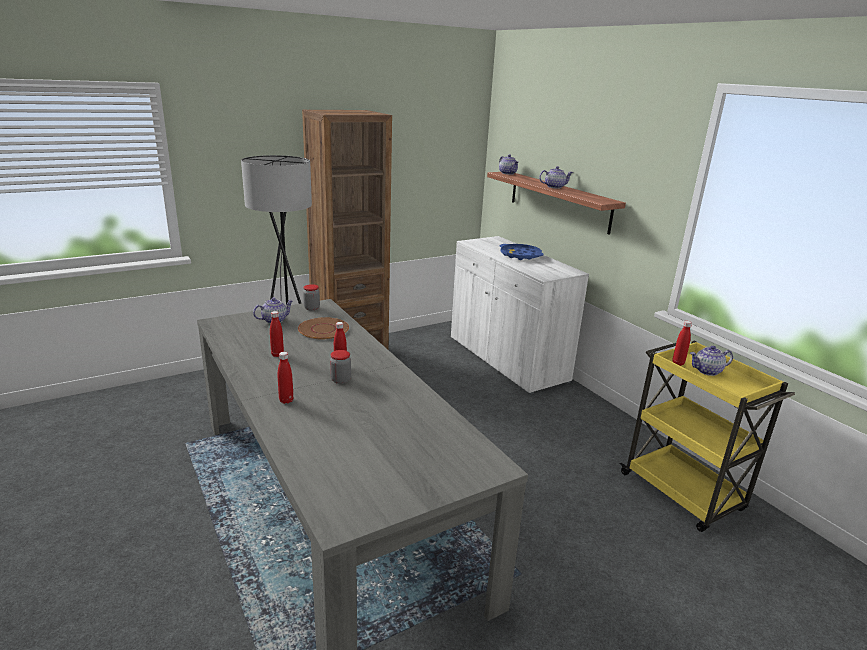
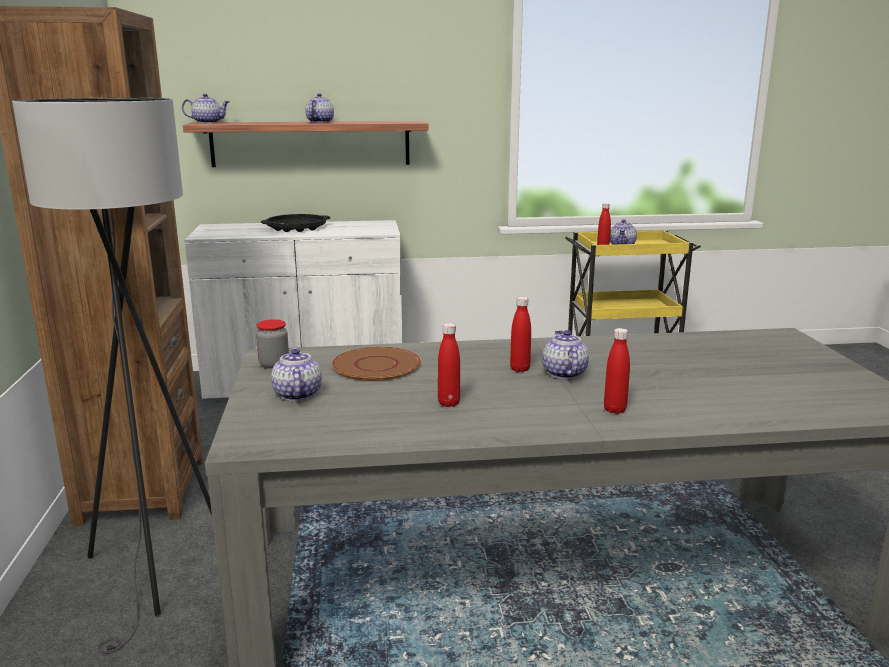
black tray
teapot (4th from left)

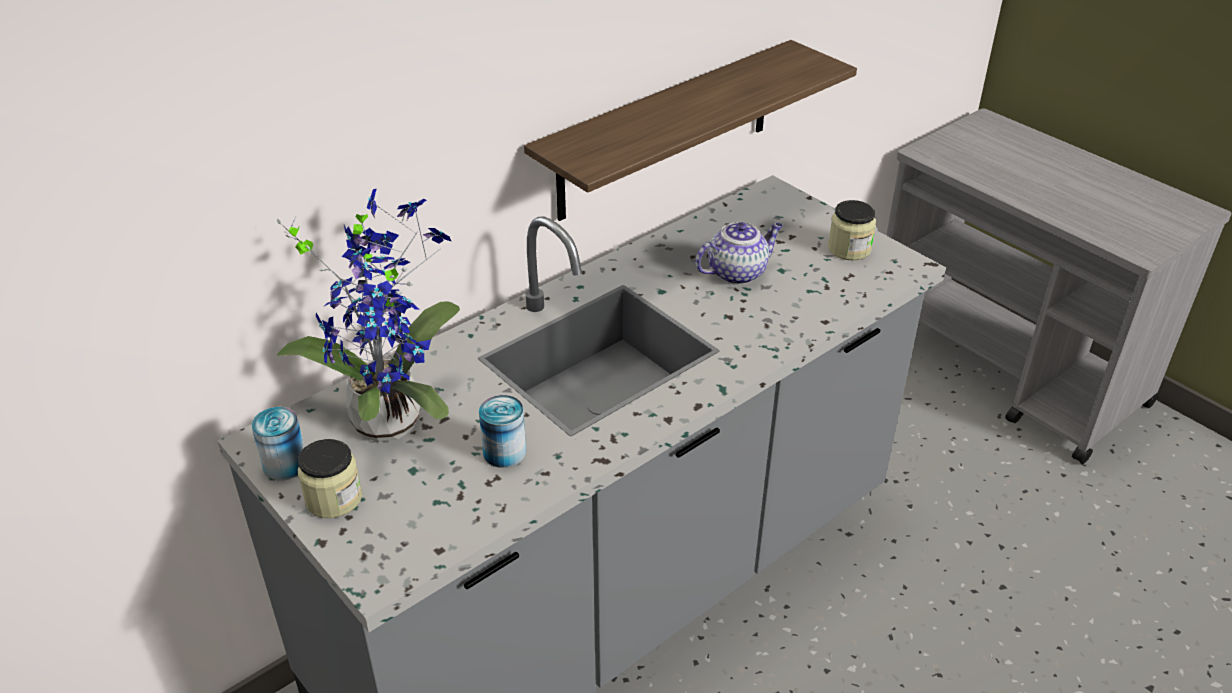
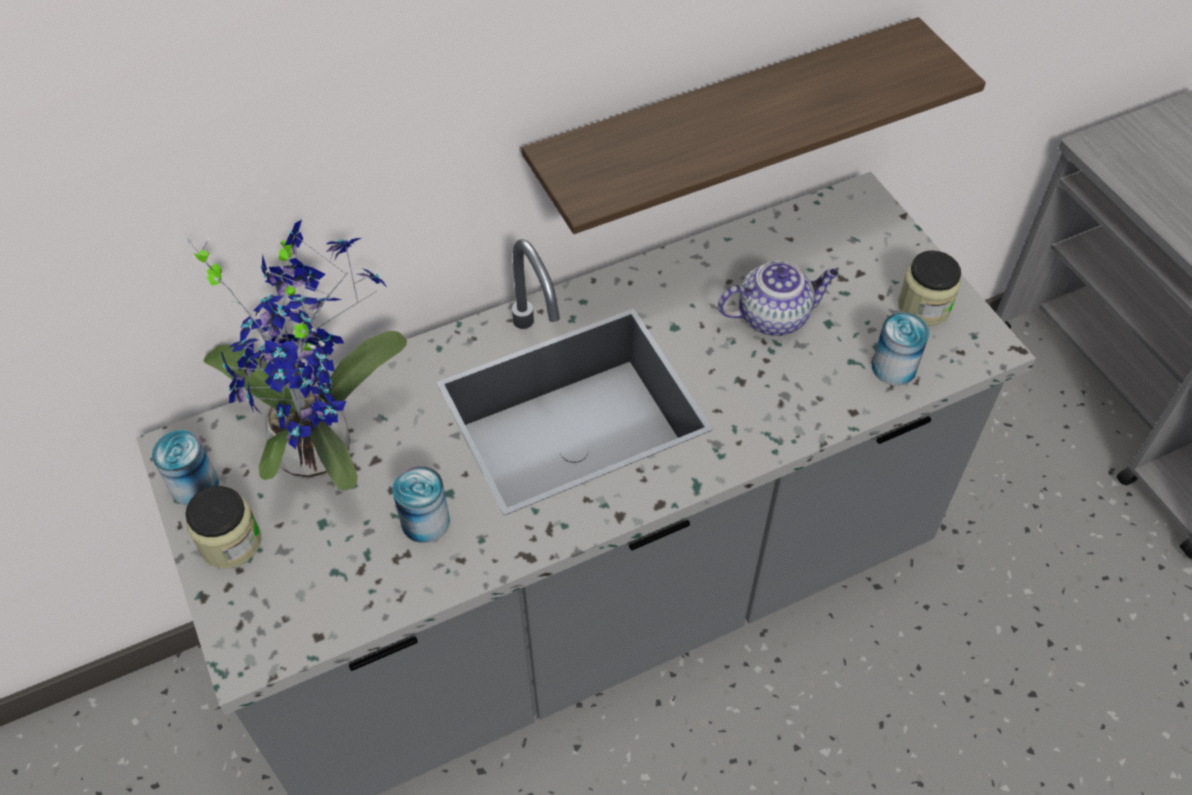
can (3rd from left)

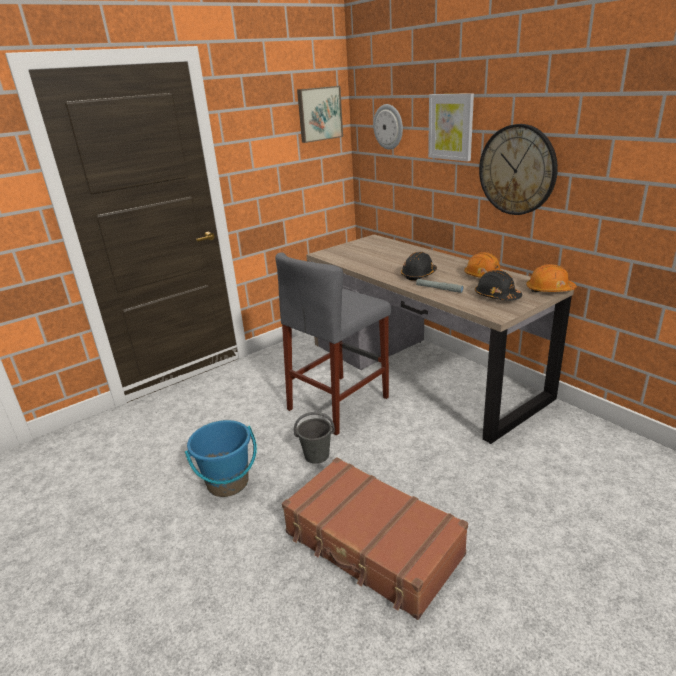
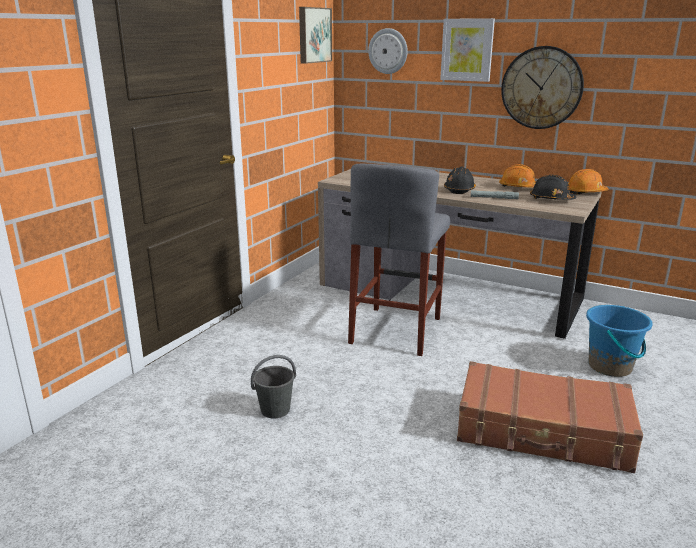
grey bucket
blue bucket

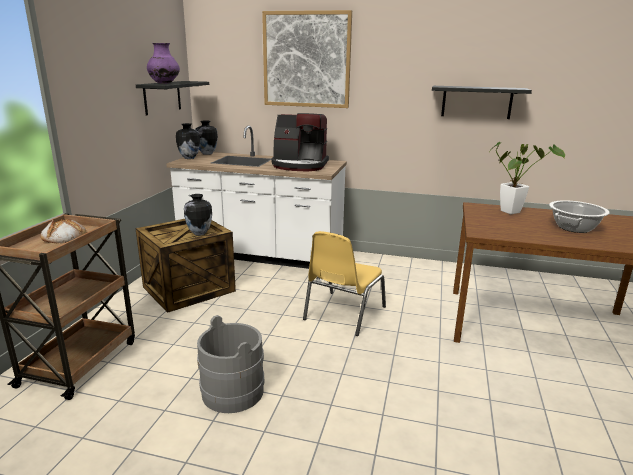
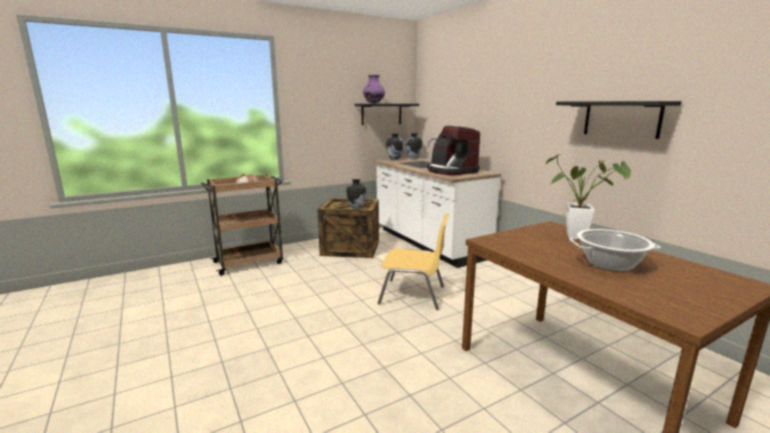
picture
yellow chair
grey bucket

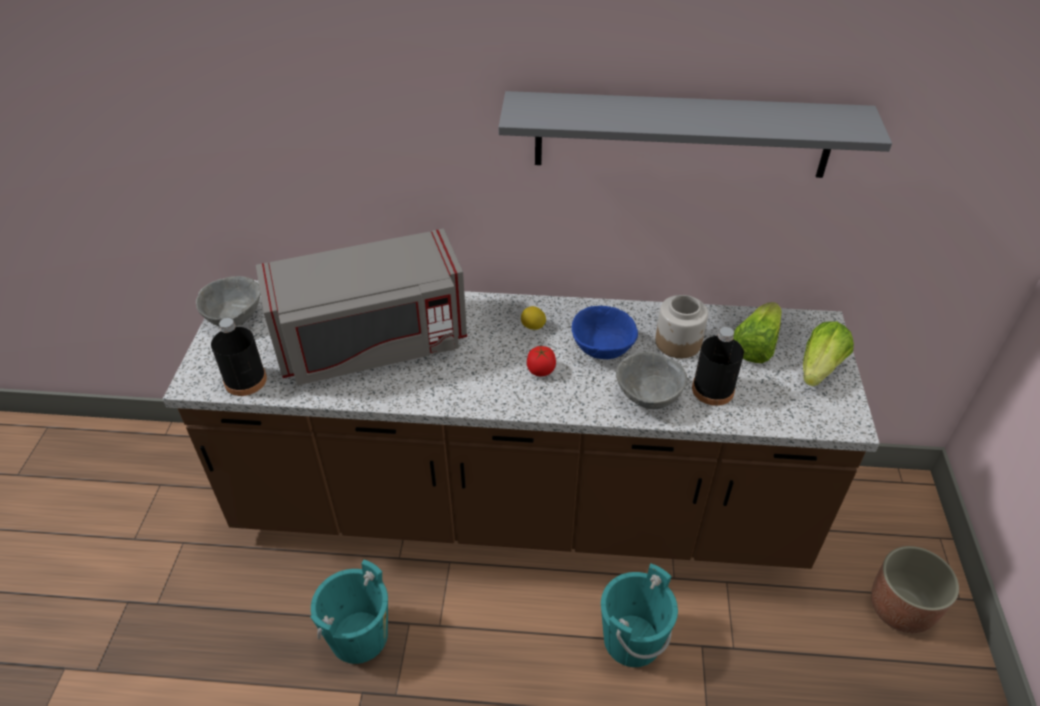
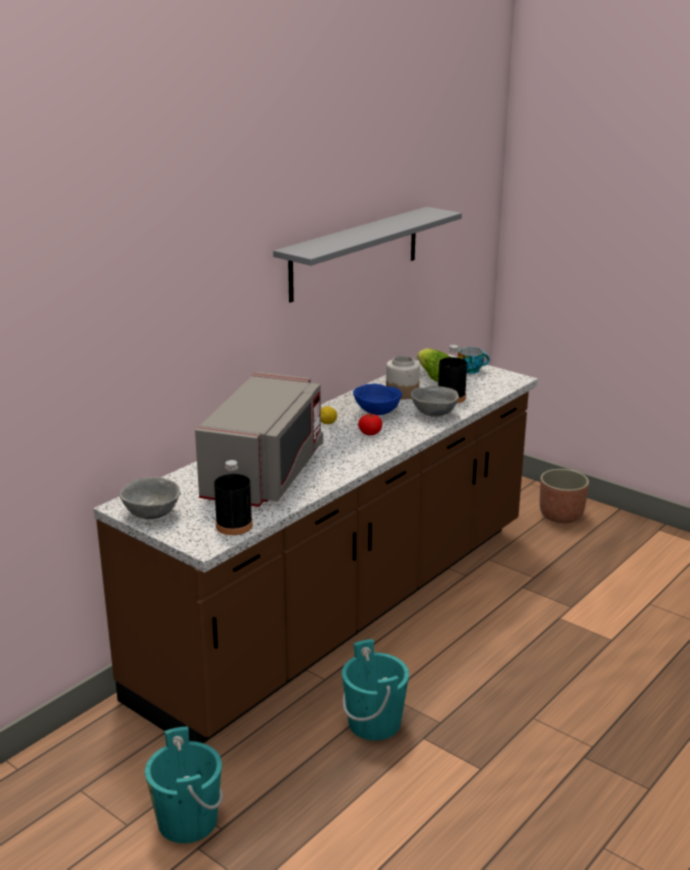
cup
turquoise bucket (1st from left)

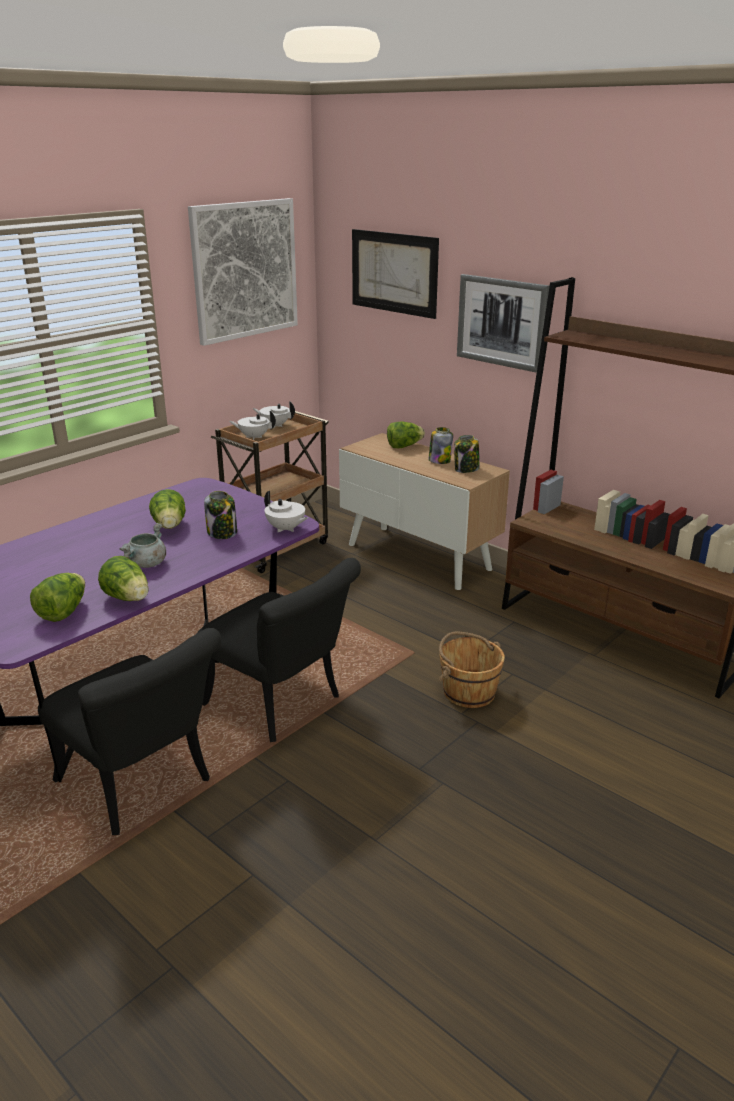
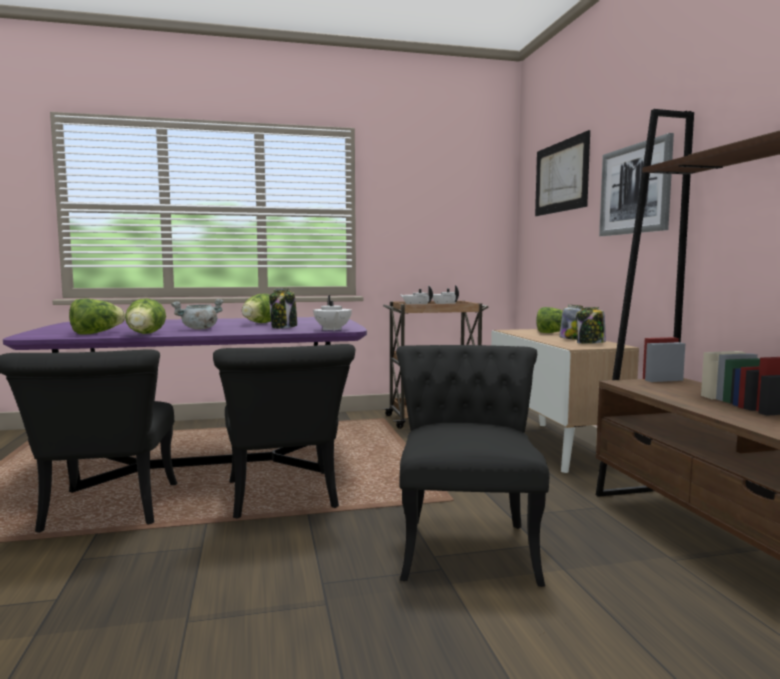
picture (1st from left in the first image)
black chair (3rd from left)

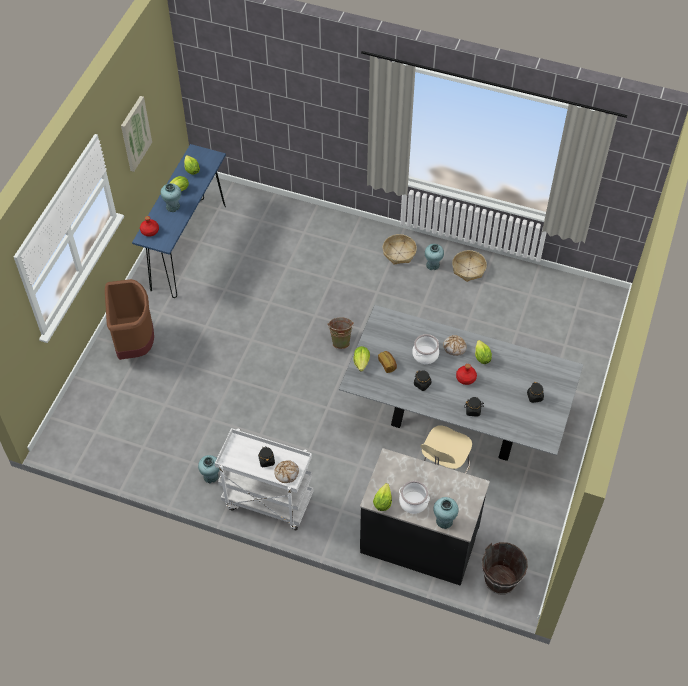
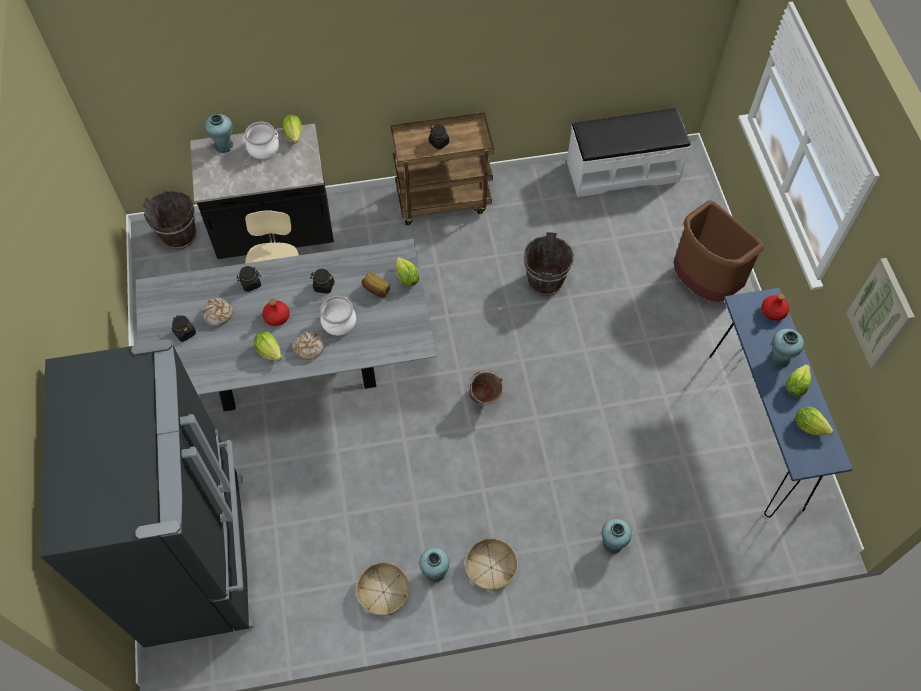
brown cart
turquoise vase (3rd from left)
bread (1st from left)
white bench
brown bucket (2nd from left)
black fridge

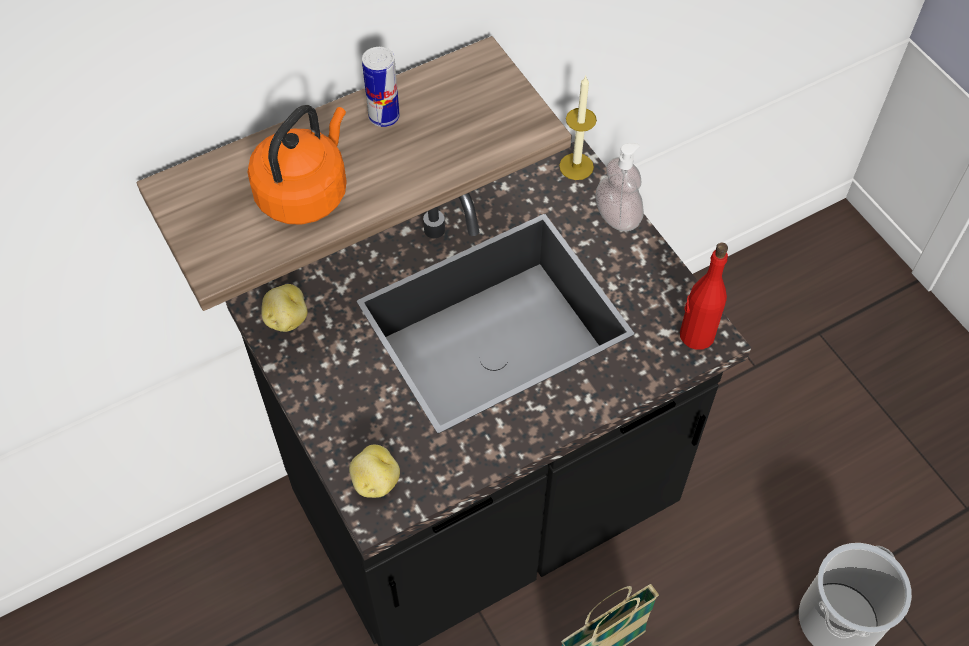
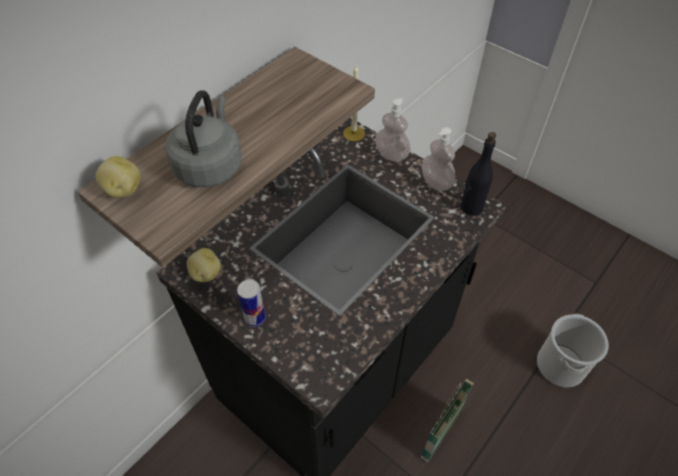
can
grey kettle
black bottle
potato (1st from left)
soap dispenser (2nd from left)

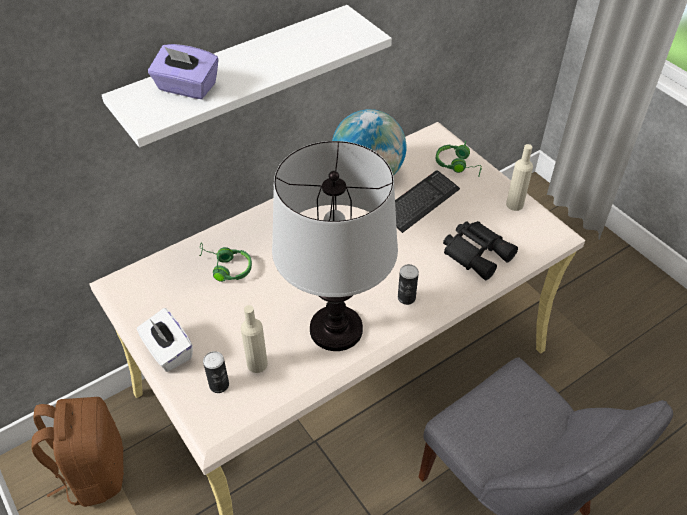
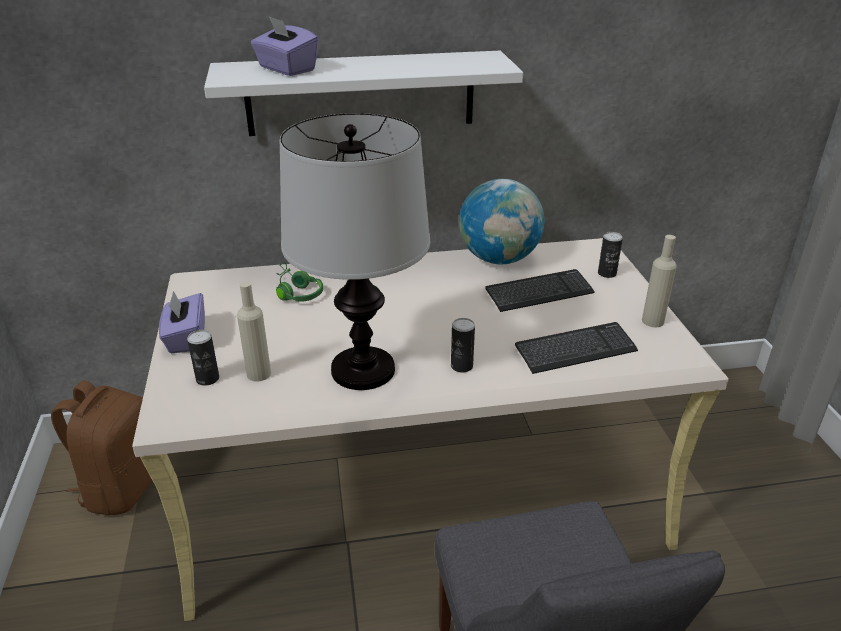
can (3rd from left)
keyboard (2nd from left)
purple tissue box (1st from left)

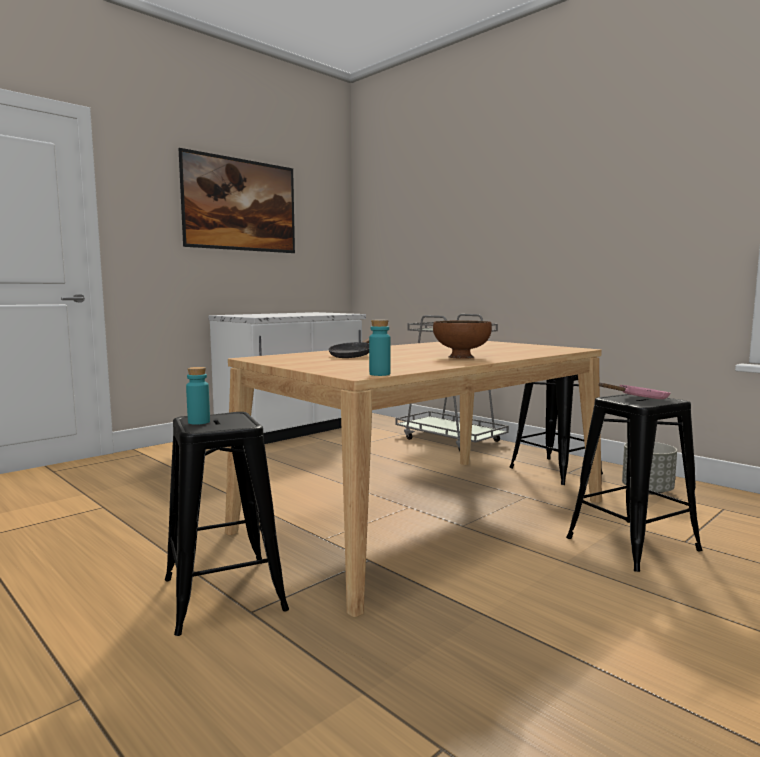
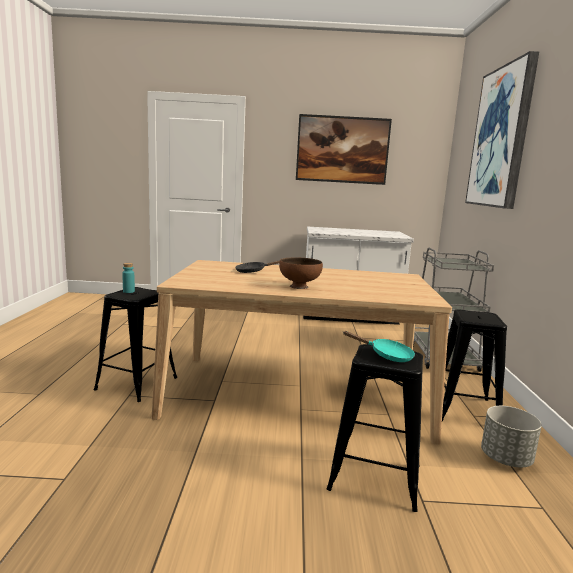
turquoise bottle (2nd from left in the first image)
turquoise frying pan
picture (2nd from left)

